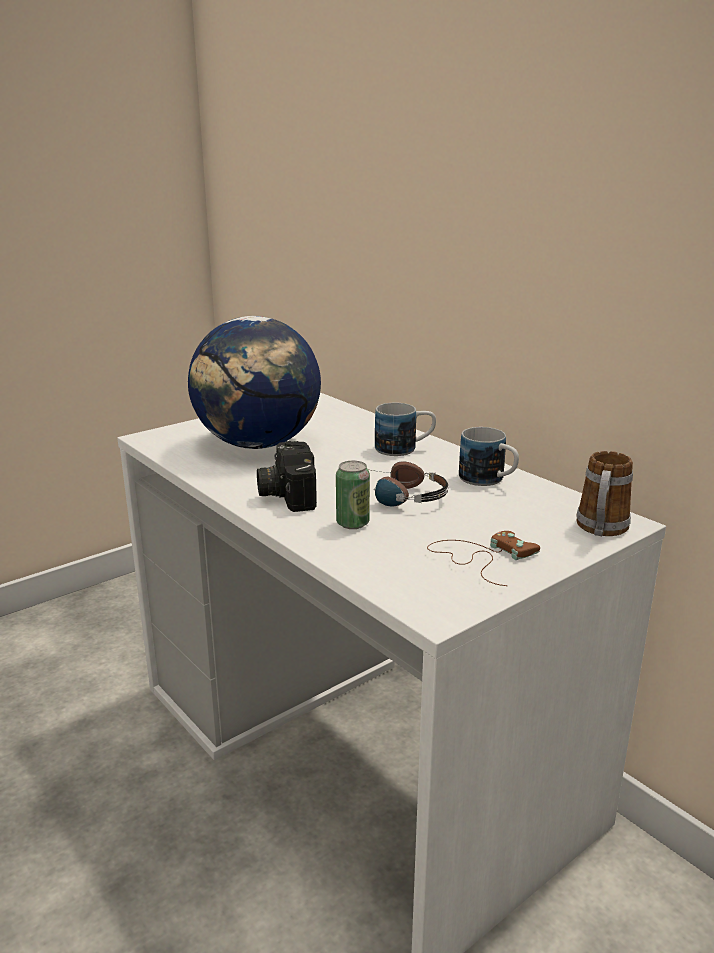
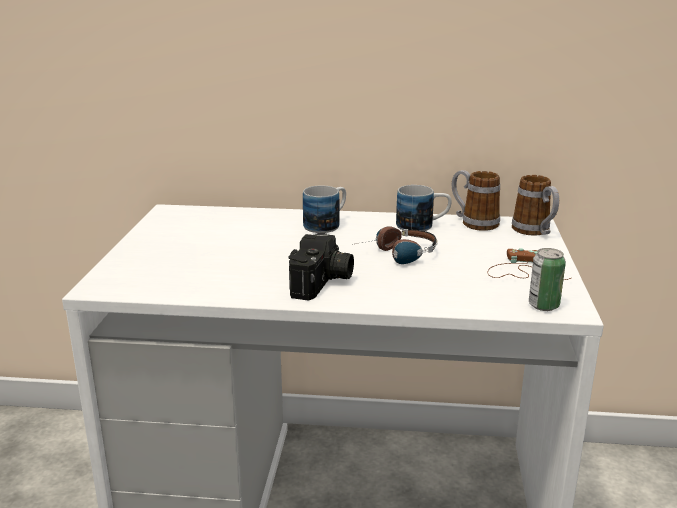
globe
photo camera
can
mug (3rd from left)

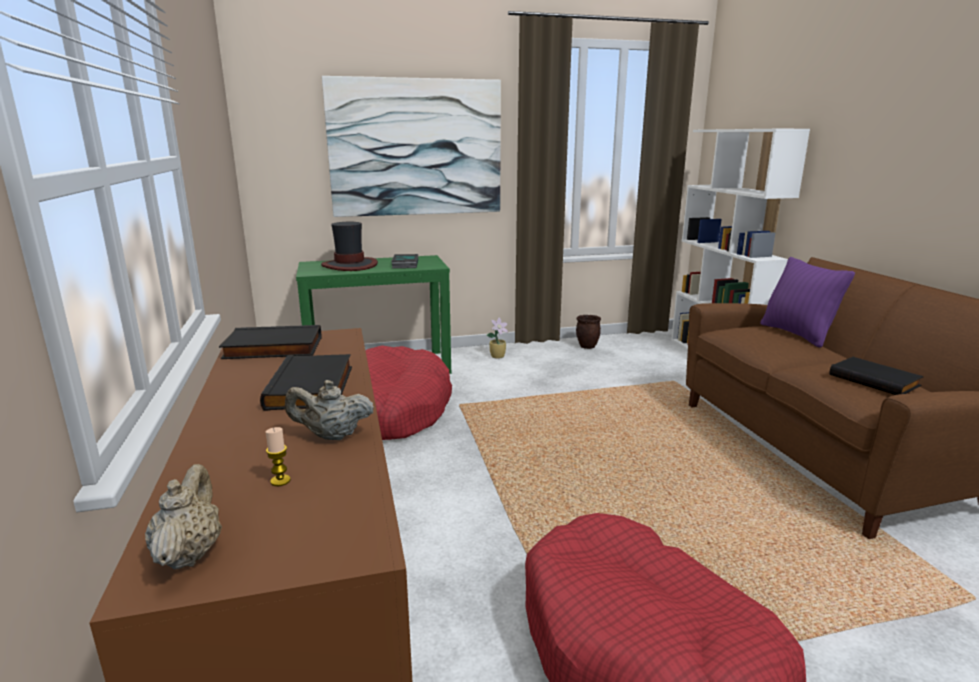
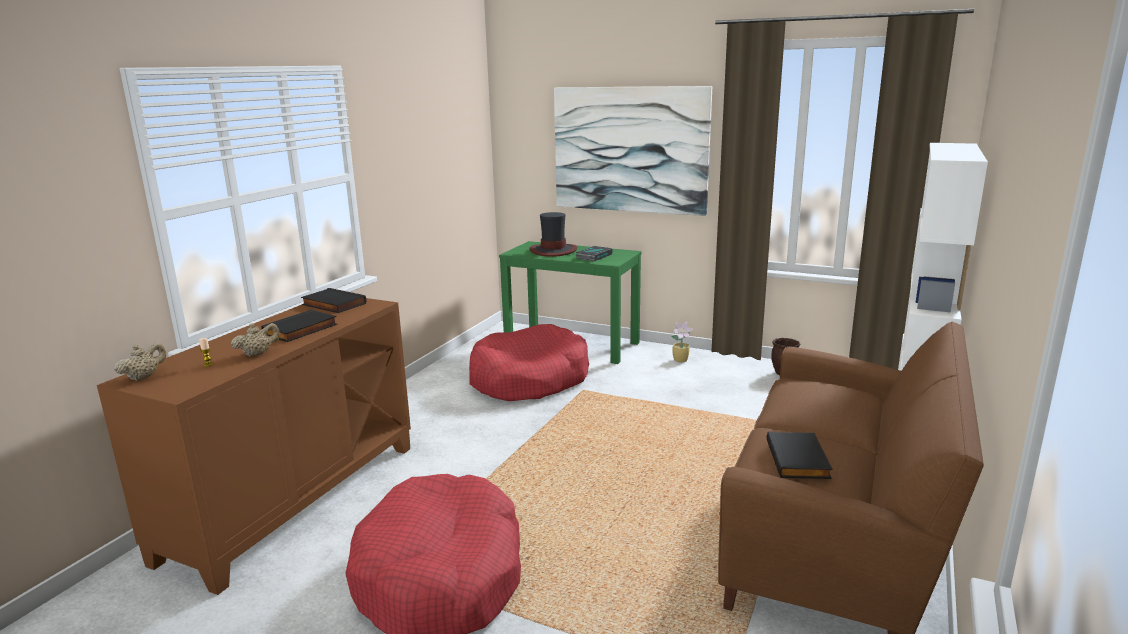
purple pillow
beige teapot (2nd from left)

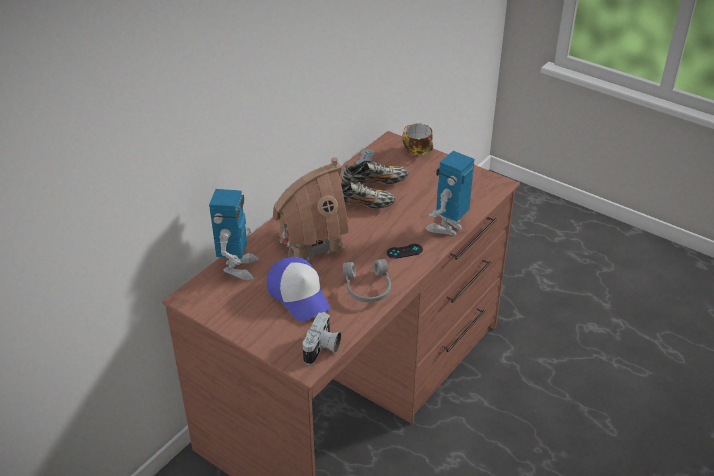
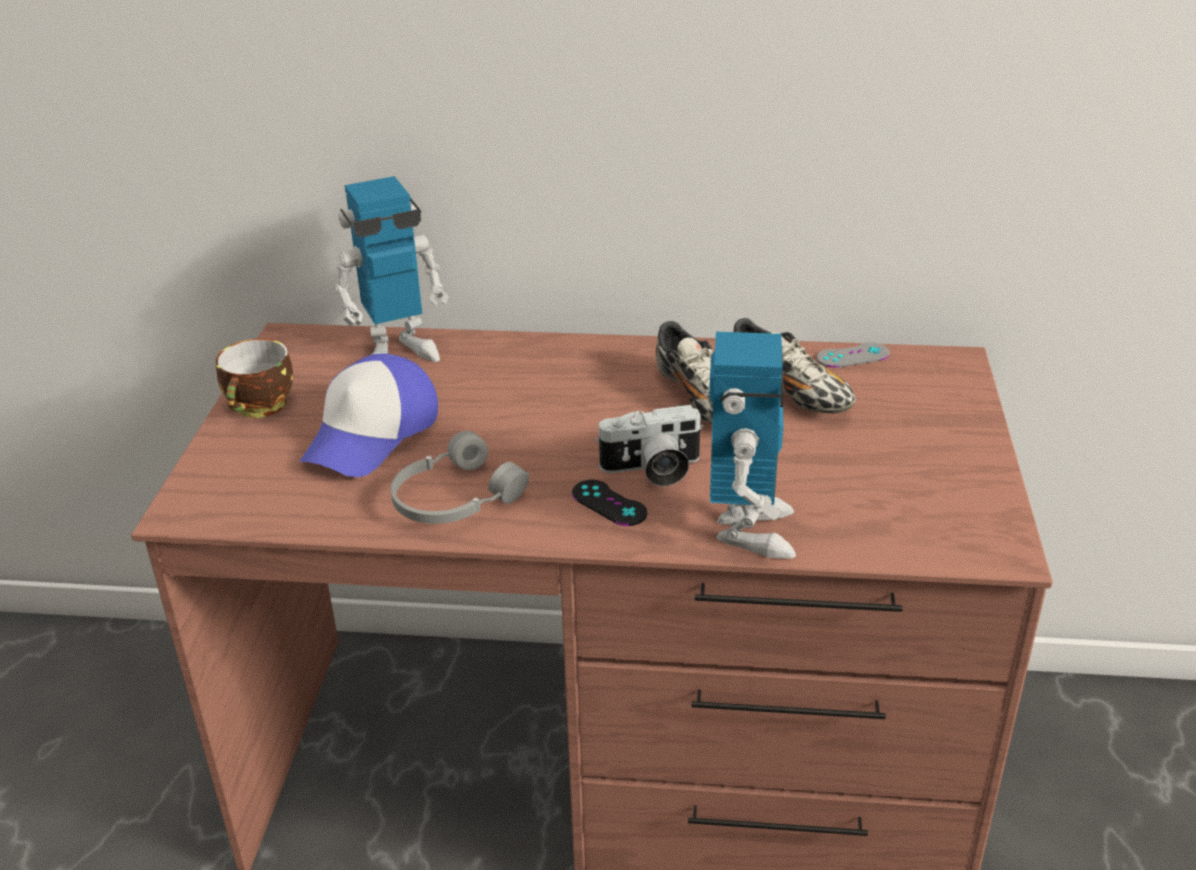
cup
toy robot (2nd from left)
toy house
photo camera

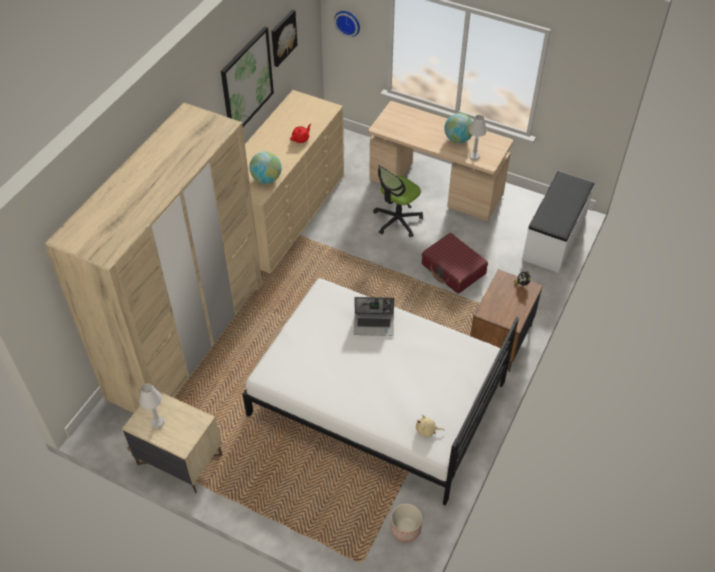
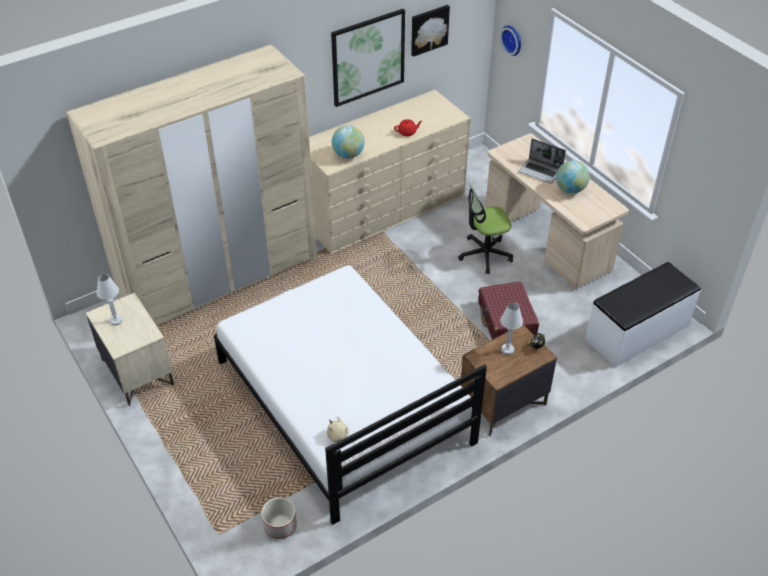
white table lamp (2nd from left)
laptop

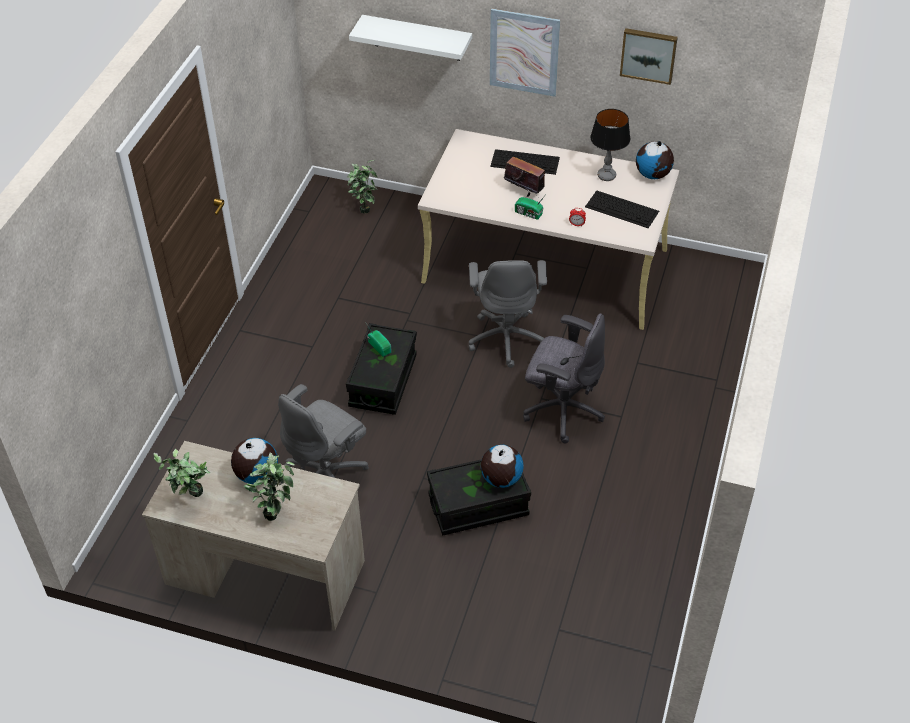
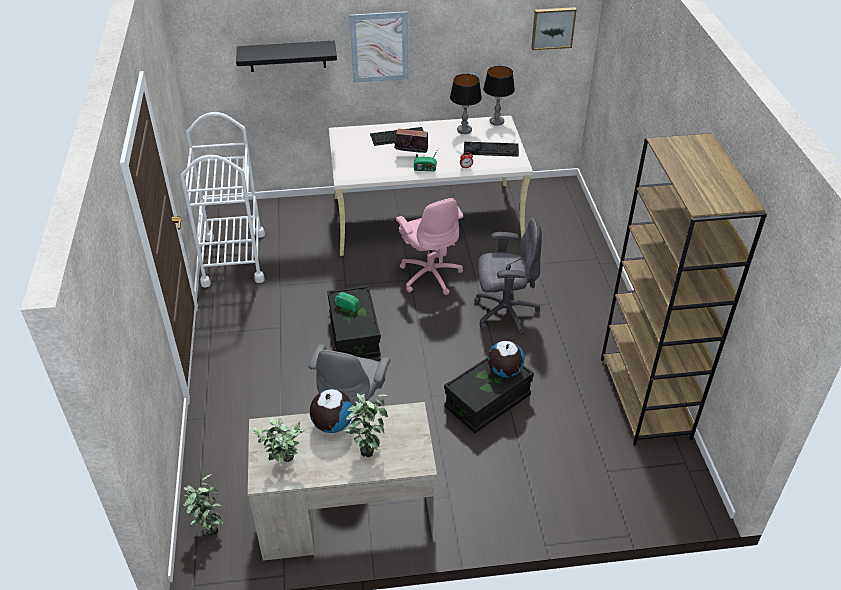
black shelf
picture (2nd from left)
table lamp (2nd from left)
potted plant (1st from left)
pink office chair
white cart
brown bookcase

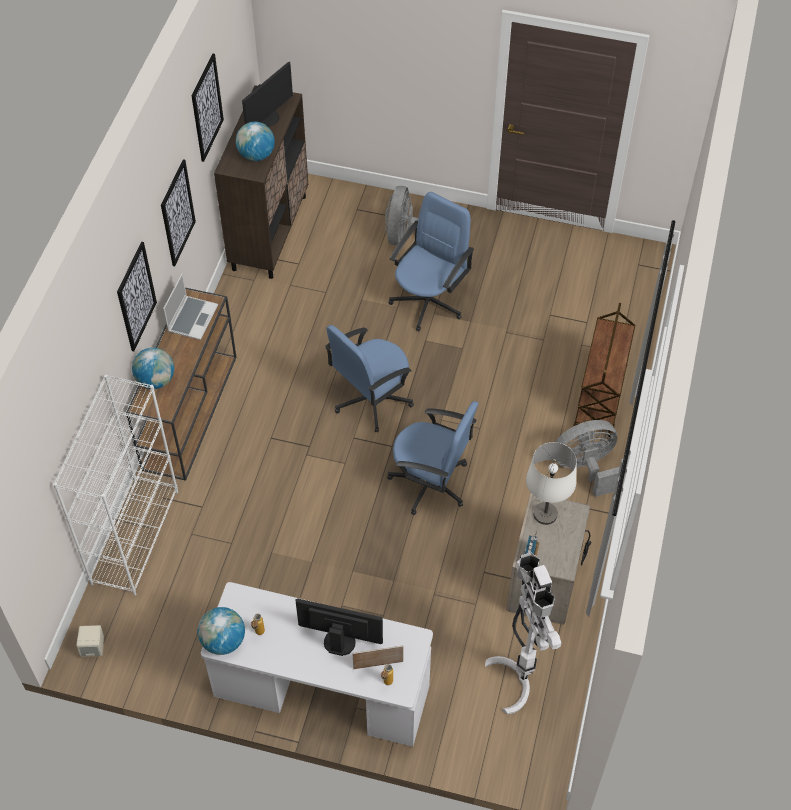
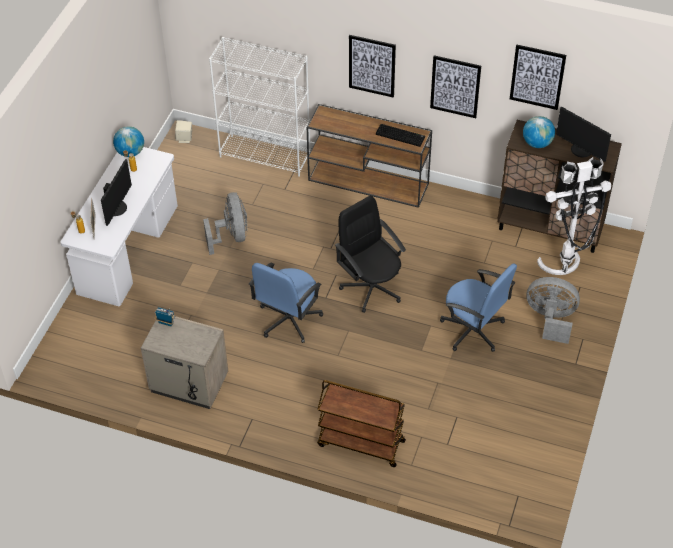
keyboard
black office chair
globe (1st from left in the first image)
grey fan (1st from left)
white table lamp
white floor lamp

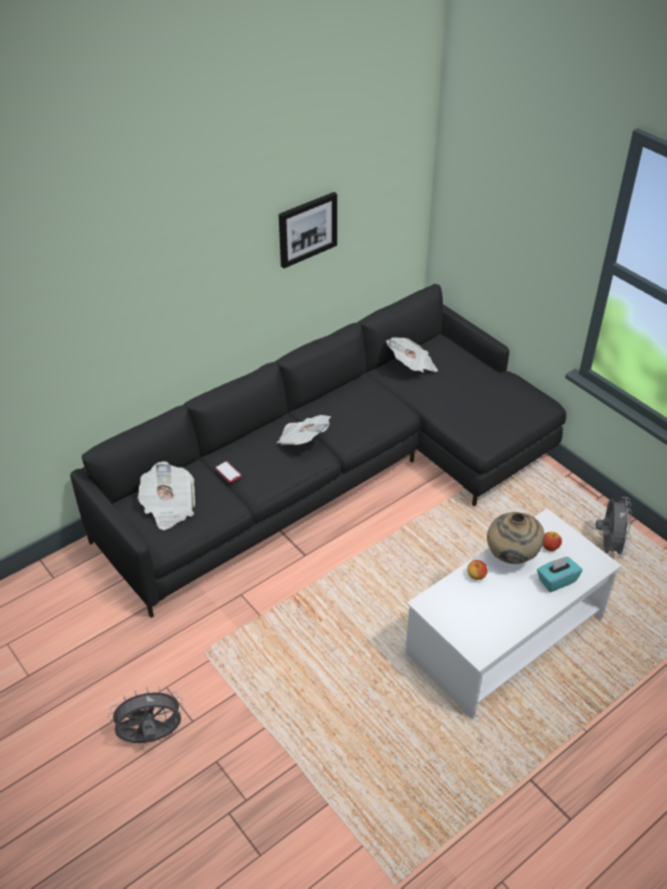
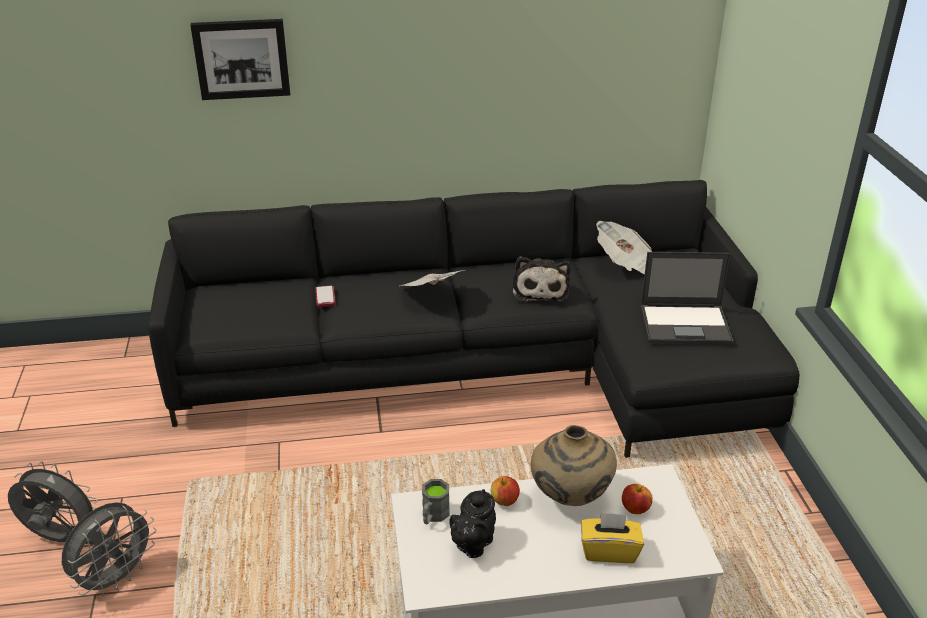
picture
newspaper (1st from left in the first image)
grey fan (2nd from left)
yellow tissue box
laptop
plush toy
grey mug
black teapot

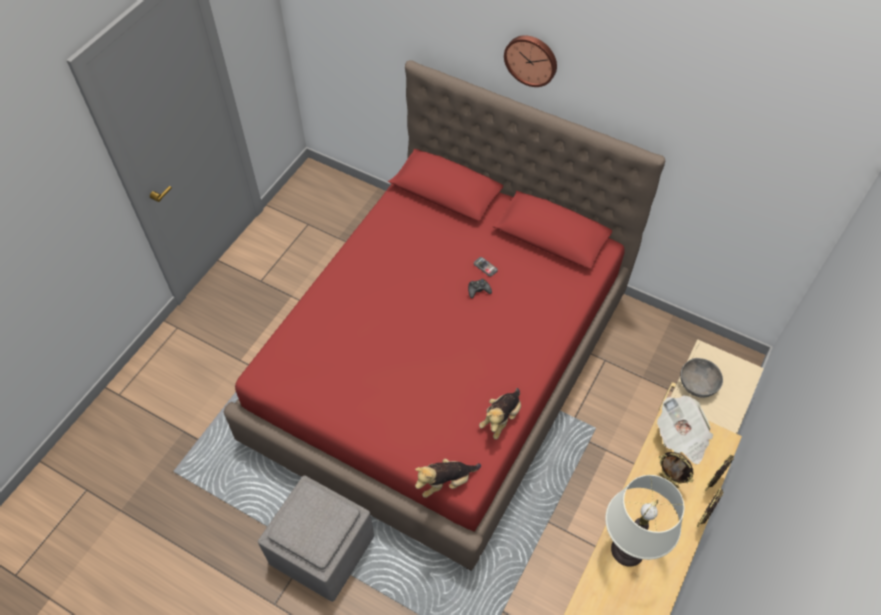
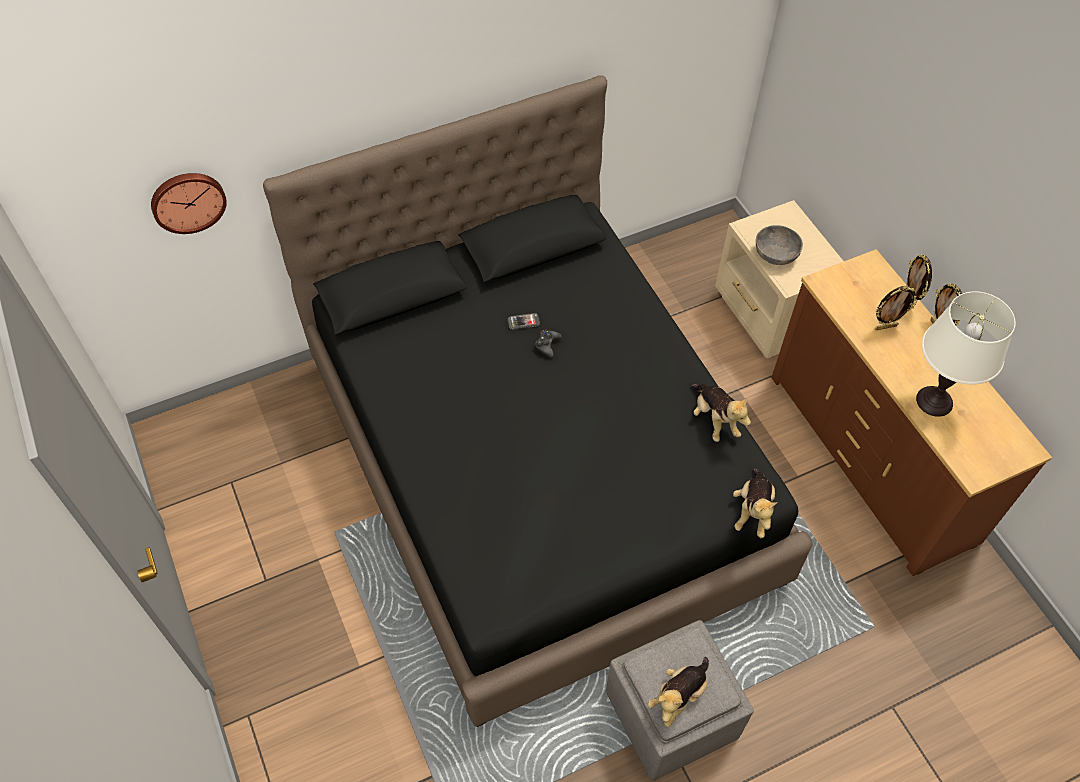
wall clock
black bed
newspaper
plush toy (1st from left)

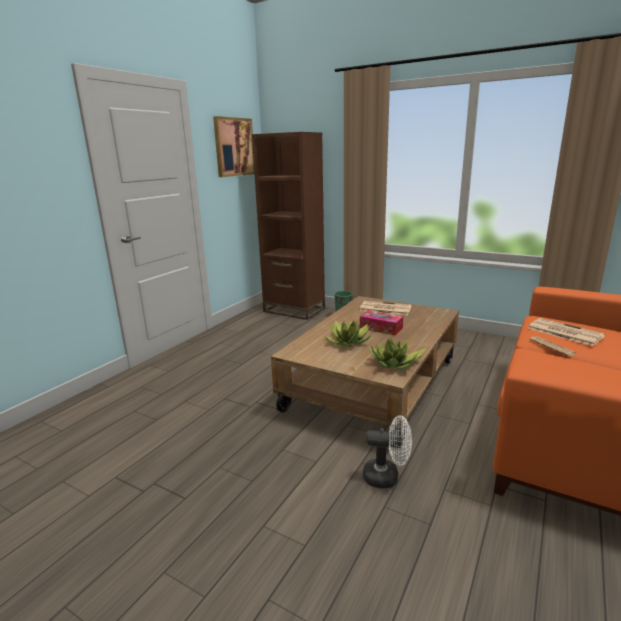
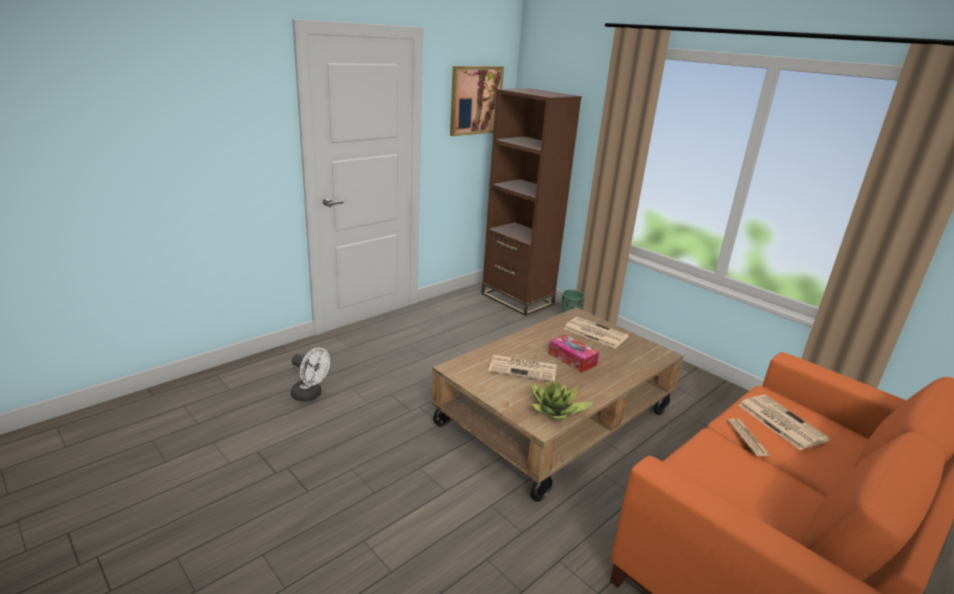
newspaper (1st from left)
white fan

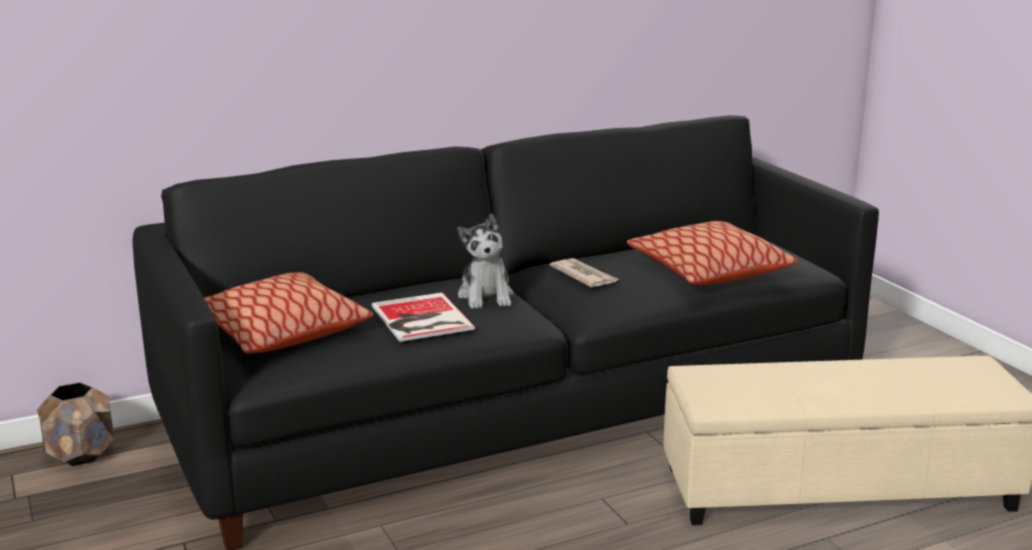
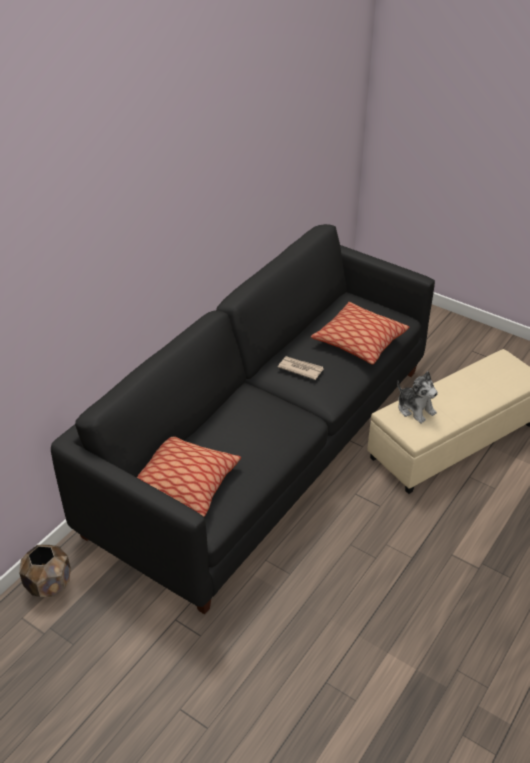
plush toy
book

